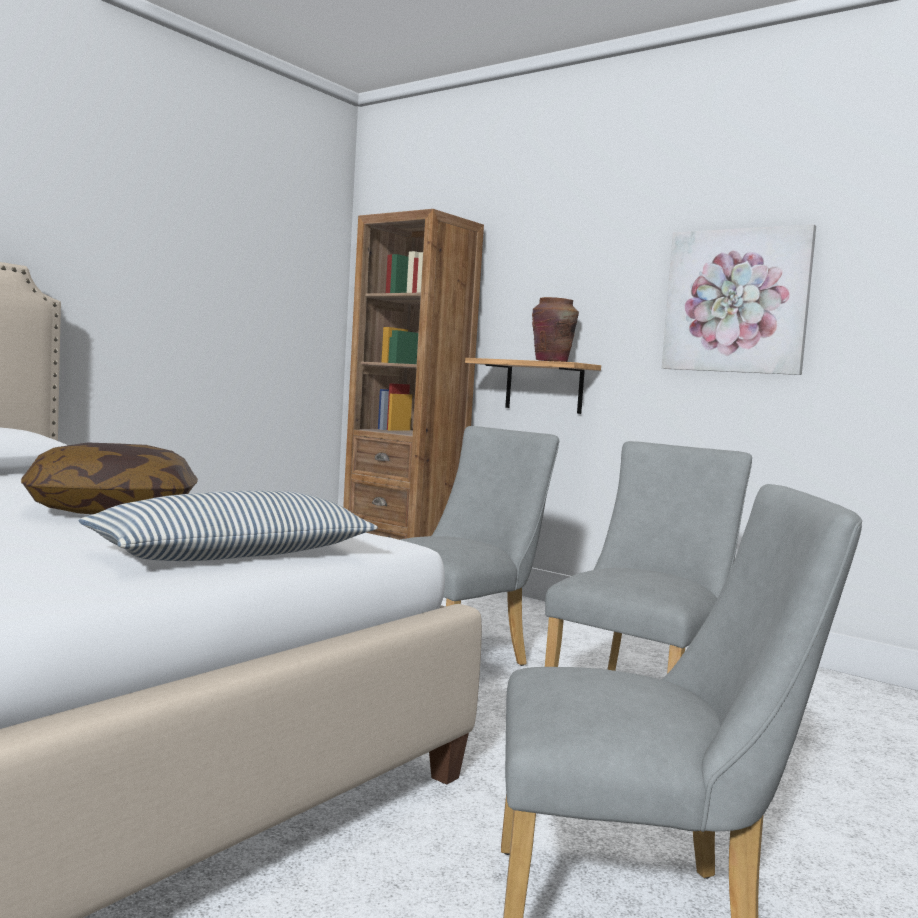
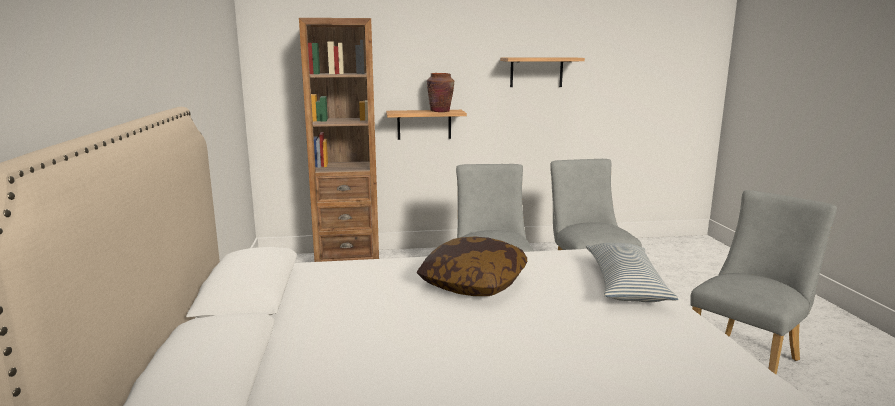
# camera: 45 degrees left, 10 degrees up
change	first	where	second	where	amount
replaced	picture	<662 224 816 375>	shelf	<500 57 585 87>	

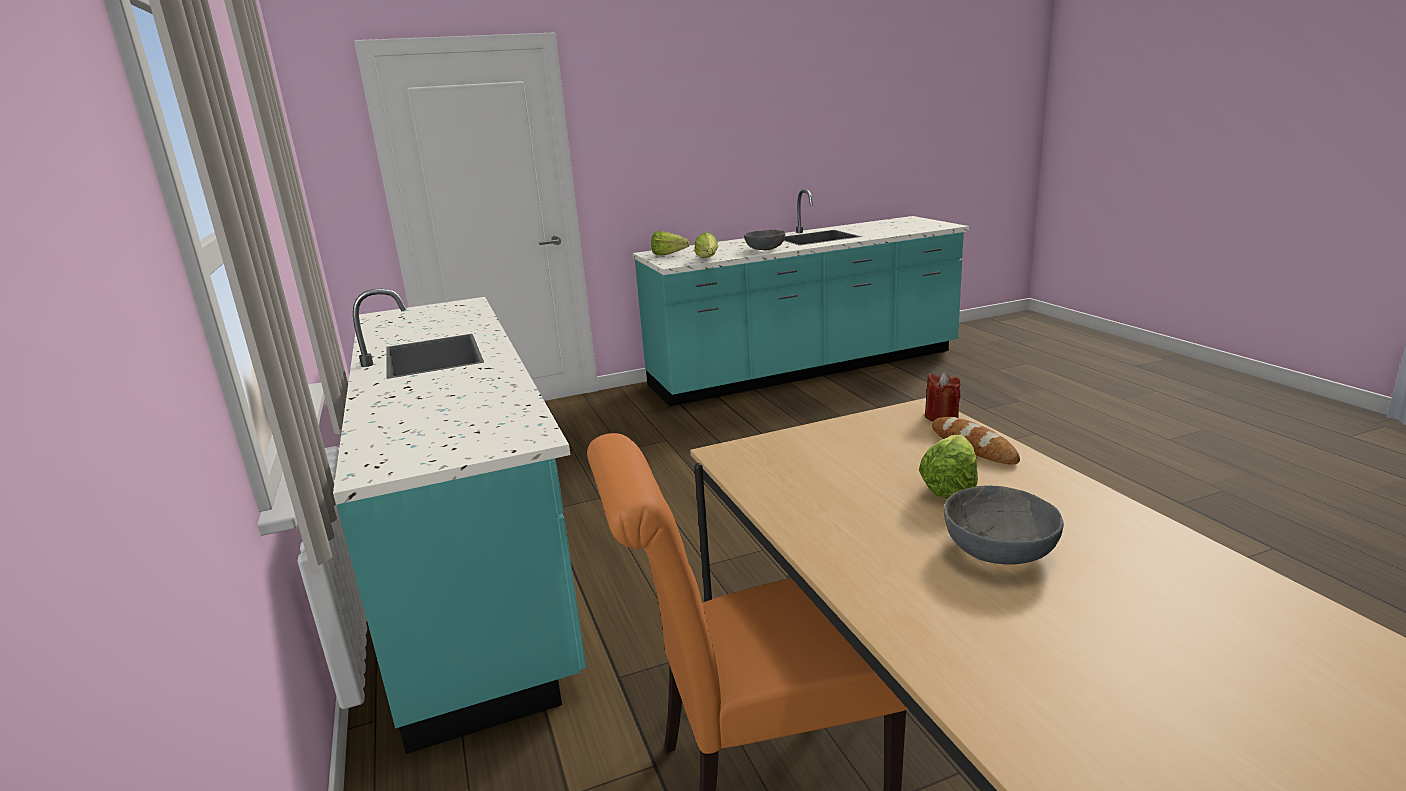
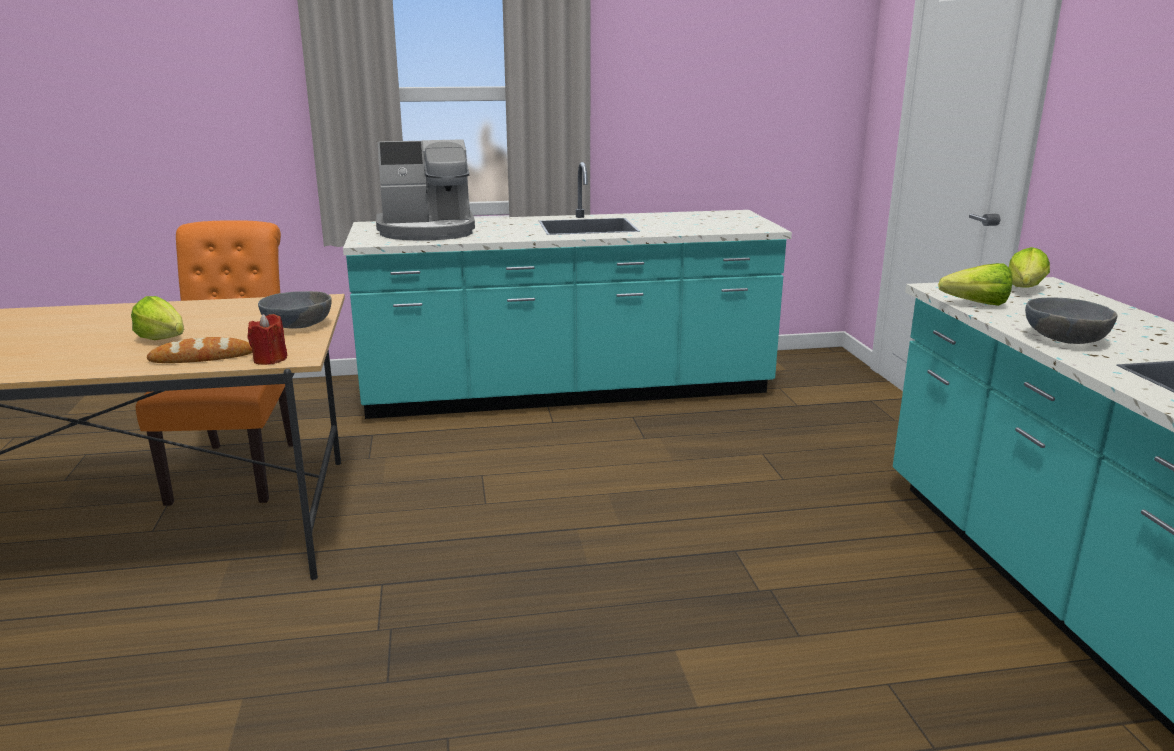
# camera: 100 degrees right, 0 degrees up
change	first	where	second	where	amount
added			coffee machine	<376 139 475 241>	
moved	bowl (grey)	<944 486 1064 565>		<258 291 332 329>	

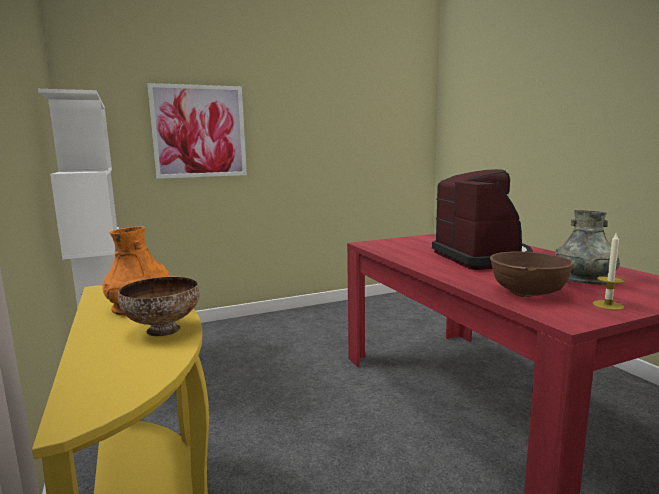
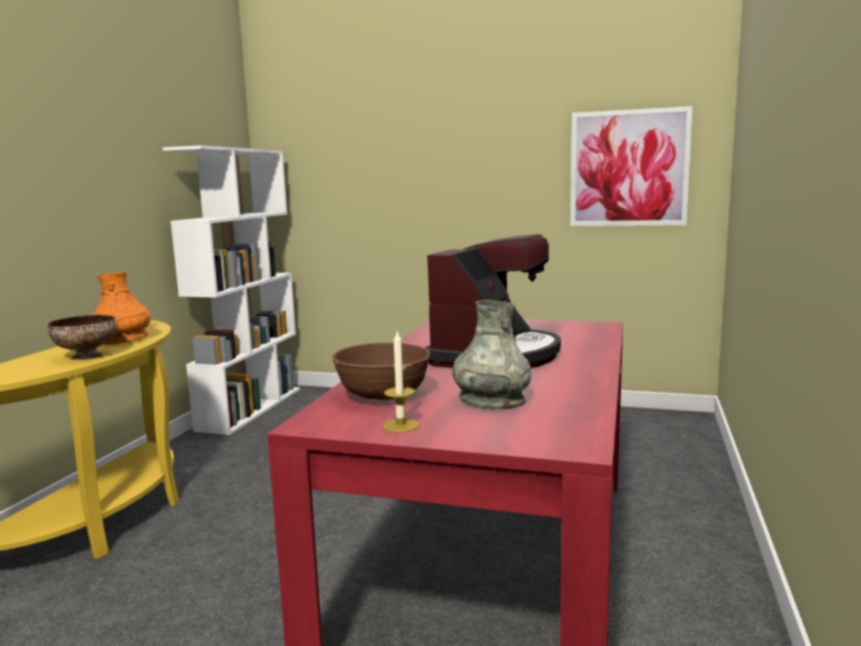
# camera: 40 degrees right, 0 degrees up
change	first	where	second	where	amount
moved	picture	<147 83 247 179>		<570 106 693 226>	

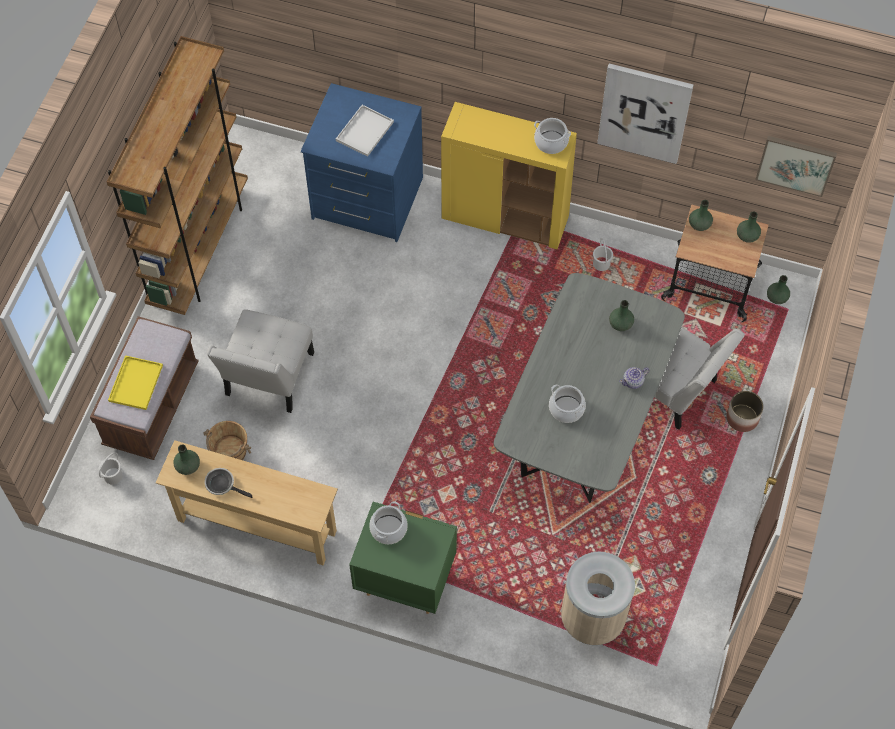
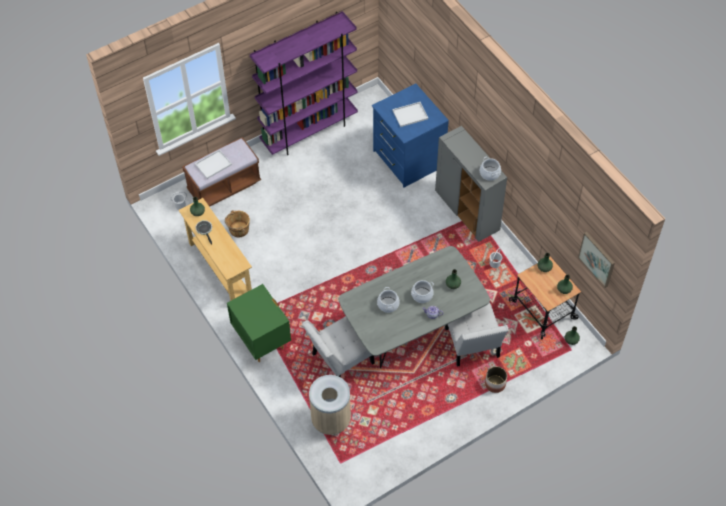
# camera: 40 degrees right, 5 degrees down
change	first	where	second	where	amount
removed	picture	<597 63 693 164>			
moved	chair (white)	<207 309 314 413>		<302 316 375 378>	
moved	cooking pot	<369 501 408 544>		<411 280 434 303>	
recoloured	bookcase (brown)	<106 36 248 315>	bookcase (purple)	<250 11 358 155>	
recoloured	tray (yellow)	<108 355 163 410>	tray (white)	<195 150 232 179>	
recoloured	cabinet (yellow)	<441 102 577 249>	cabinet (grey)	<435 126 507 242>	

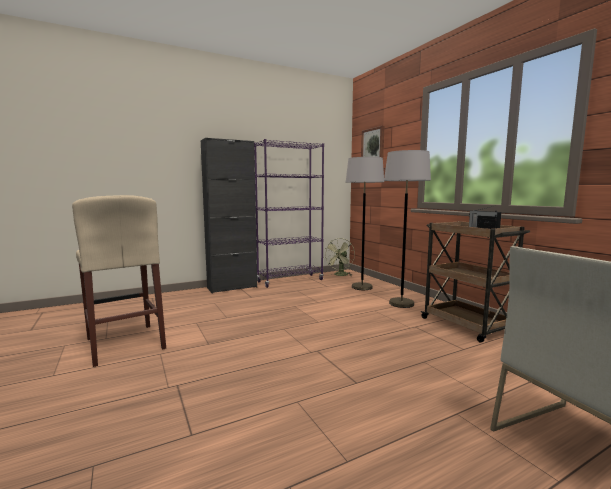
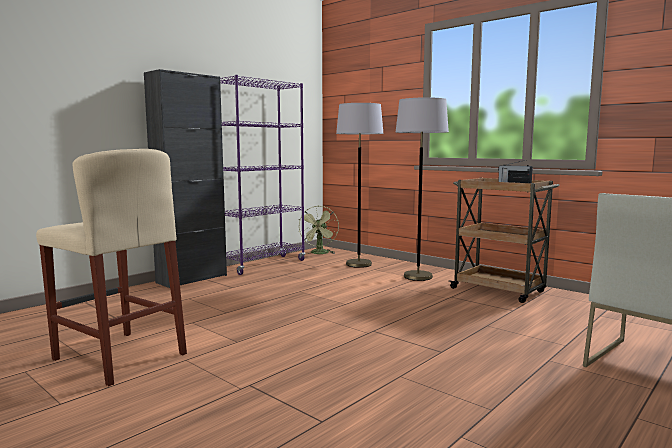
# camera: 20 degrees left, 0 degrees up
change	first	where	second	where	amount
removed	picture	<361 126 384 158>			

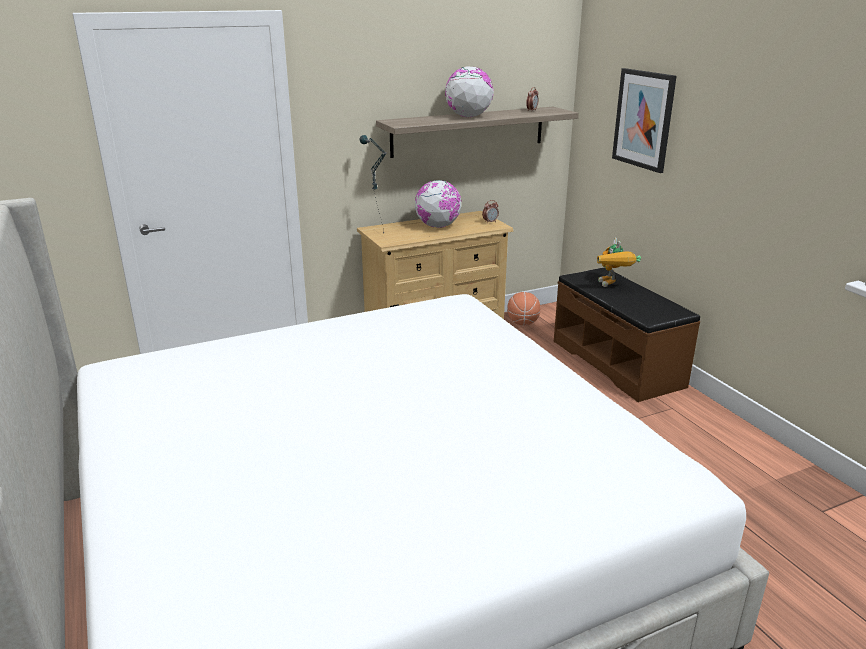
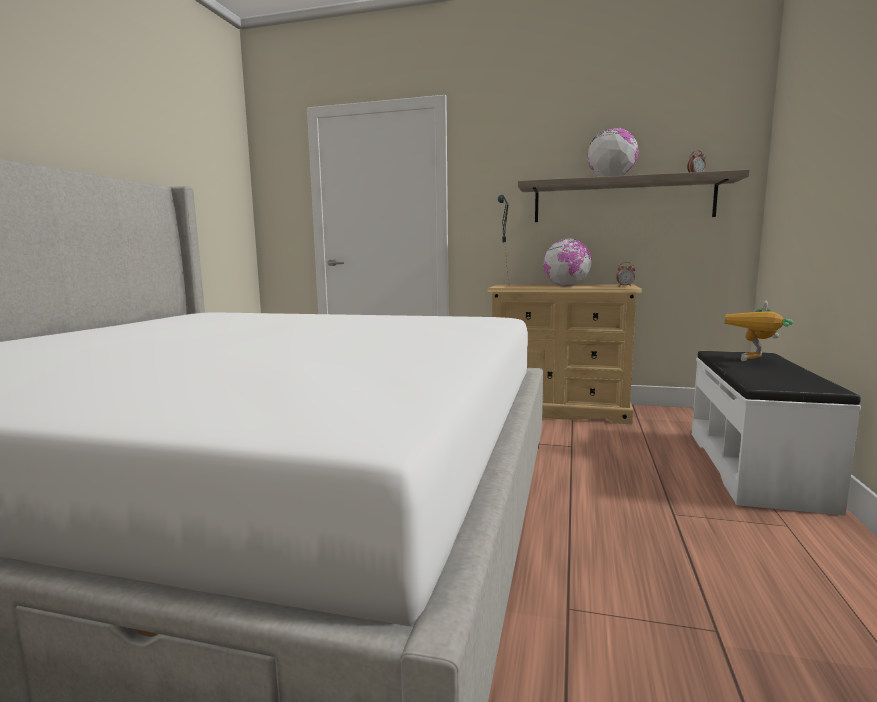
# camera: 40 degrees right, 15 degrees down
change	first	where	second	where	amount
removed	basketball	<507 292 541 325>			
removed	picture	<612 68 677 173>			
recoloured	bench (brown)	<554 267 700 402>	bench (white)	<692 351 861 516>	

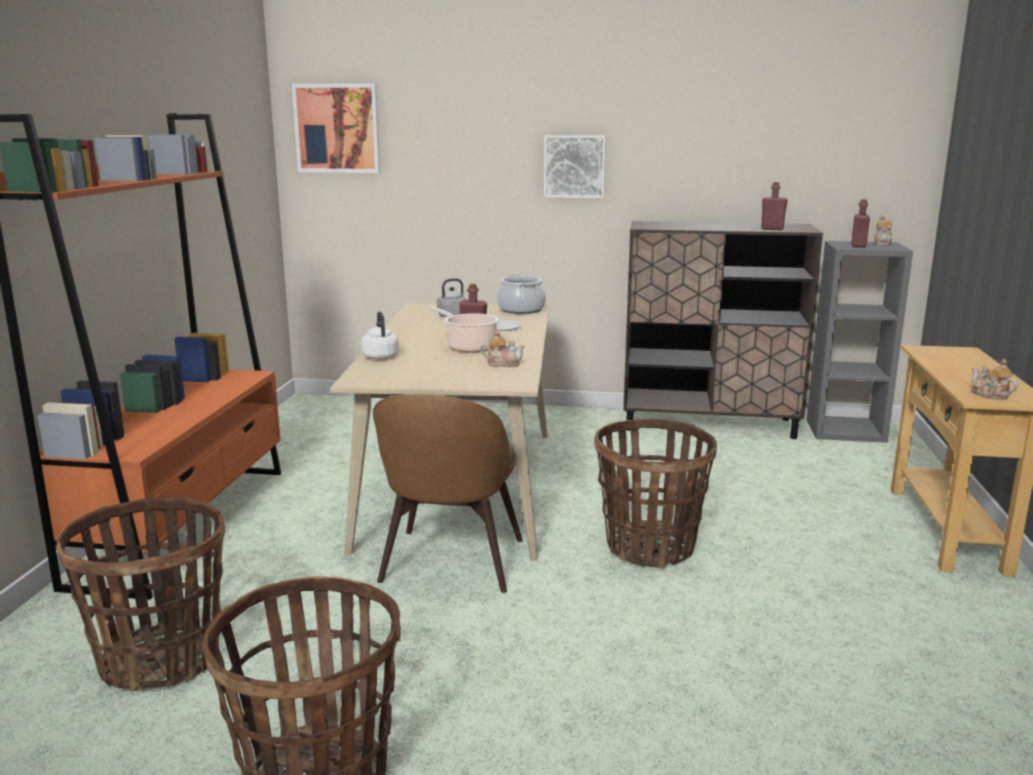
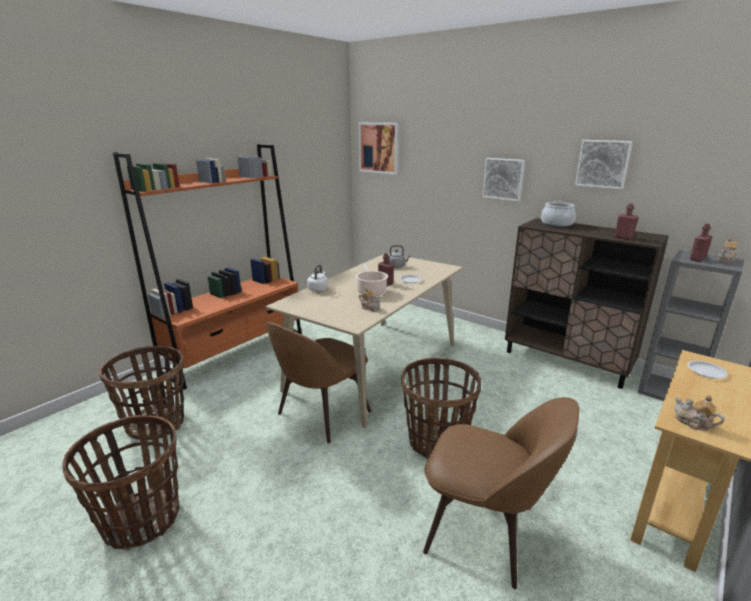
# camera: 30 degrees right, 5 degrees up
change	first	where	second	where	amount
added			chair (brown)	<423 397 579 589>	
added			picture	<575 140 633 189>	
added			plate (white)	<687 361 728 379>	
moved	cooking pot	<497 274 546 314>		<541 201 576 227>	
turned	teapot	<971 359 1018 400>		<675 395 725 431>	45 degrees counterclockwise

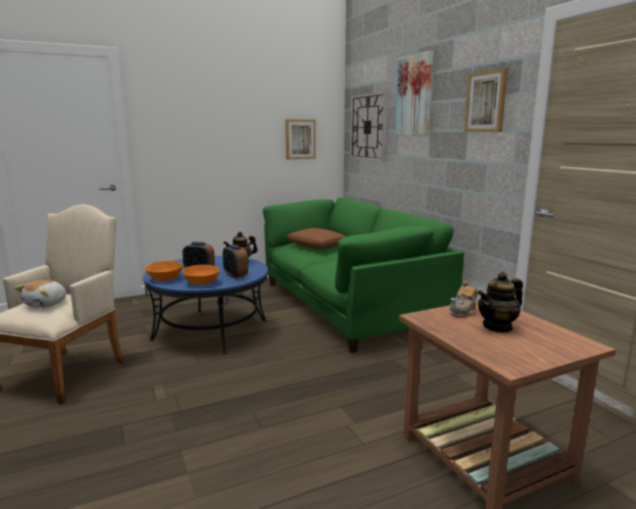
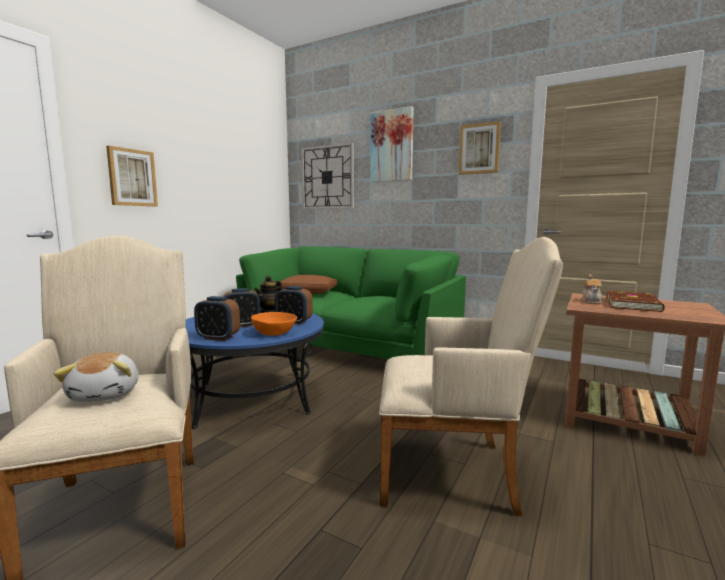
# camera: 35 degrees left, 5 degrees down
change	first	where	second	where	amount
added			armchair (beige)	<379 237 563 516>	
moved	picture	<285 119 316 159>		<106 146 158 206>	
replaced	bowl (orange)	<145 261 183 281>	alarm clock	<194 296 240 341>	
replaced	teapot	<477 272 523 333>	book (brown)	<606 291 665 312>	

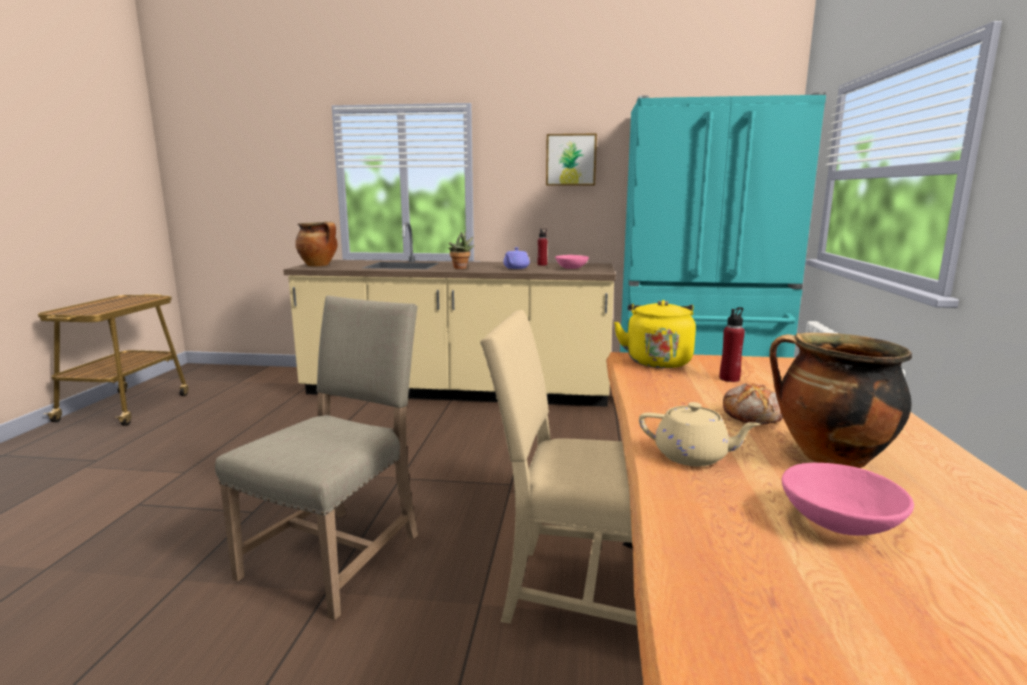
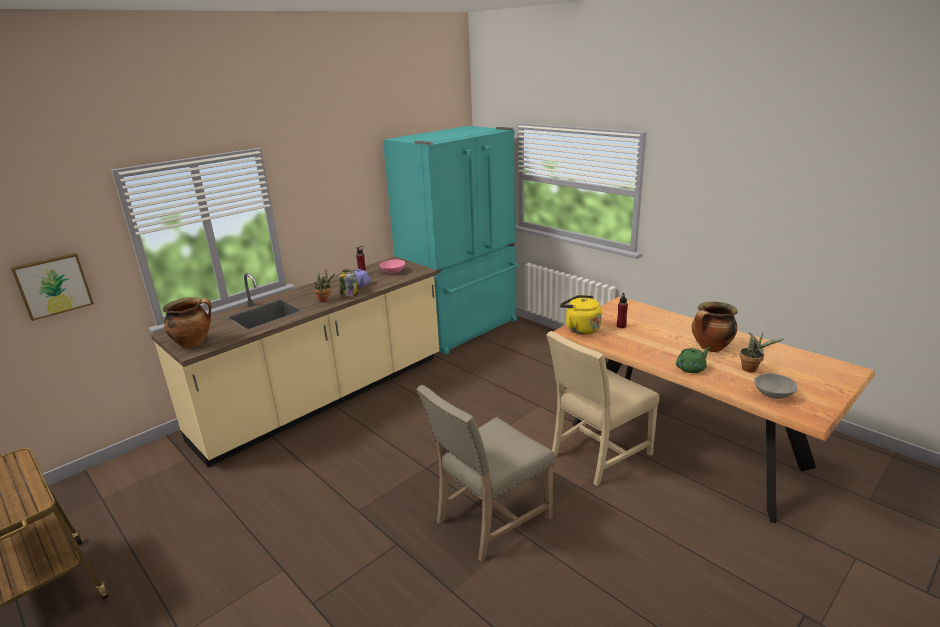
# camera: 50 degrees left, 10 degrees up
change	first	where	second	where	amount
removed	bread	<723 383 783 424>			
added			jar	<339 269 358 297>	
added			bowl (grey)	<754 373 797 399>	
moved	picture	<546 133 597 186>		<11 253 94 321>	
replaced	bowl (pink)	<782 463 914 536>	potted plant	<740 332 784 372>	
recoloured	teapot (beige)	<639 402 761 466>	teapot (green)	<676 347 710 373>	
turned	chair (beige)	<215 296 418 620>		<416 385 555 562>	105 degrees counterclockwise

